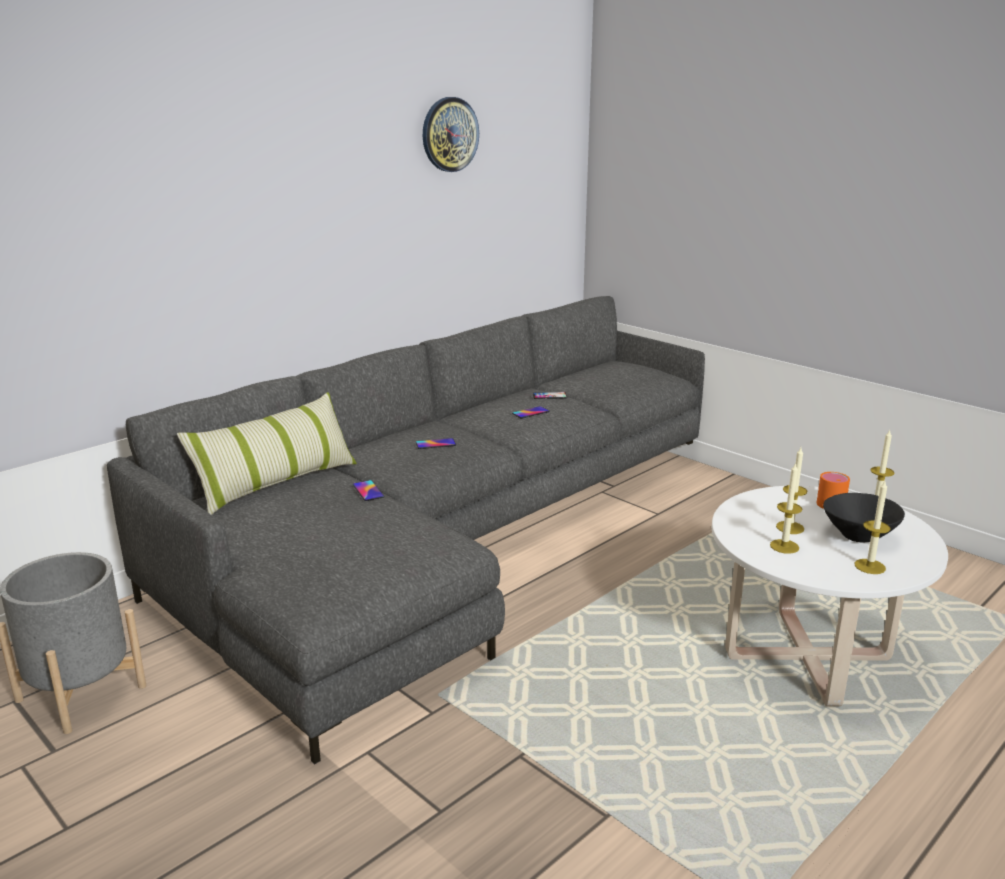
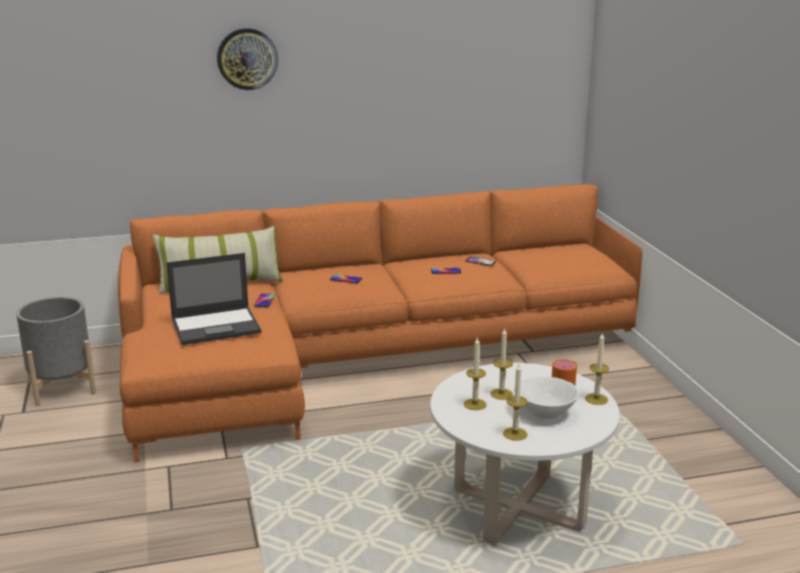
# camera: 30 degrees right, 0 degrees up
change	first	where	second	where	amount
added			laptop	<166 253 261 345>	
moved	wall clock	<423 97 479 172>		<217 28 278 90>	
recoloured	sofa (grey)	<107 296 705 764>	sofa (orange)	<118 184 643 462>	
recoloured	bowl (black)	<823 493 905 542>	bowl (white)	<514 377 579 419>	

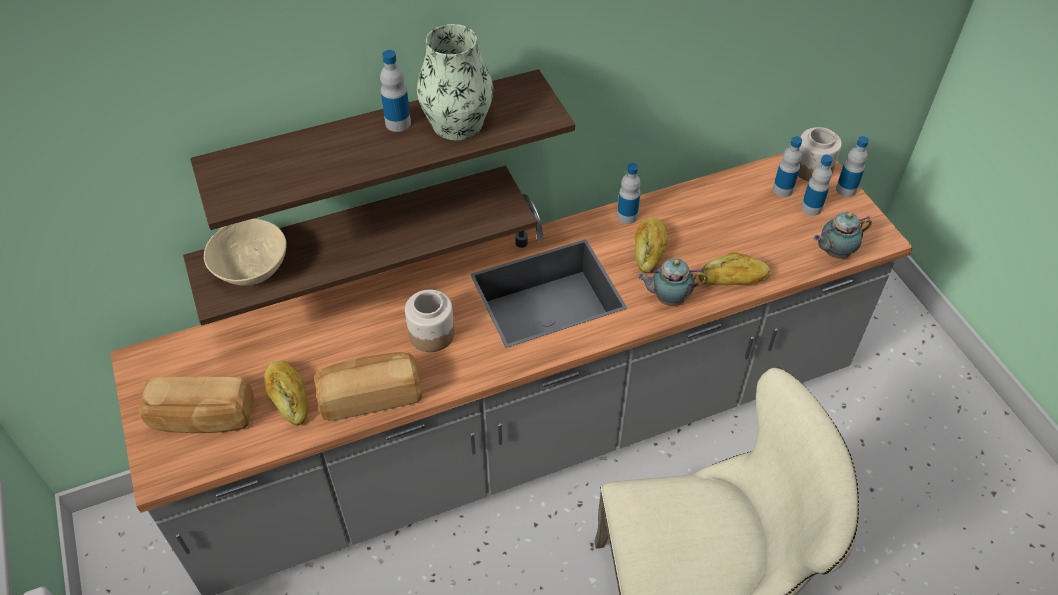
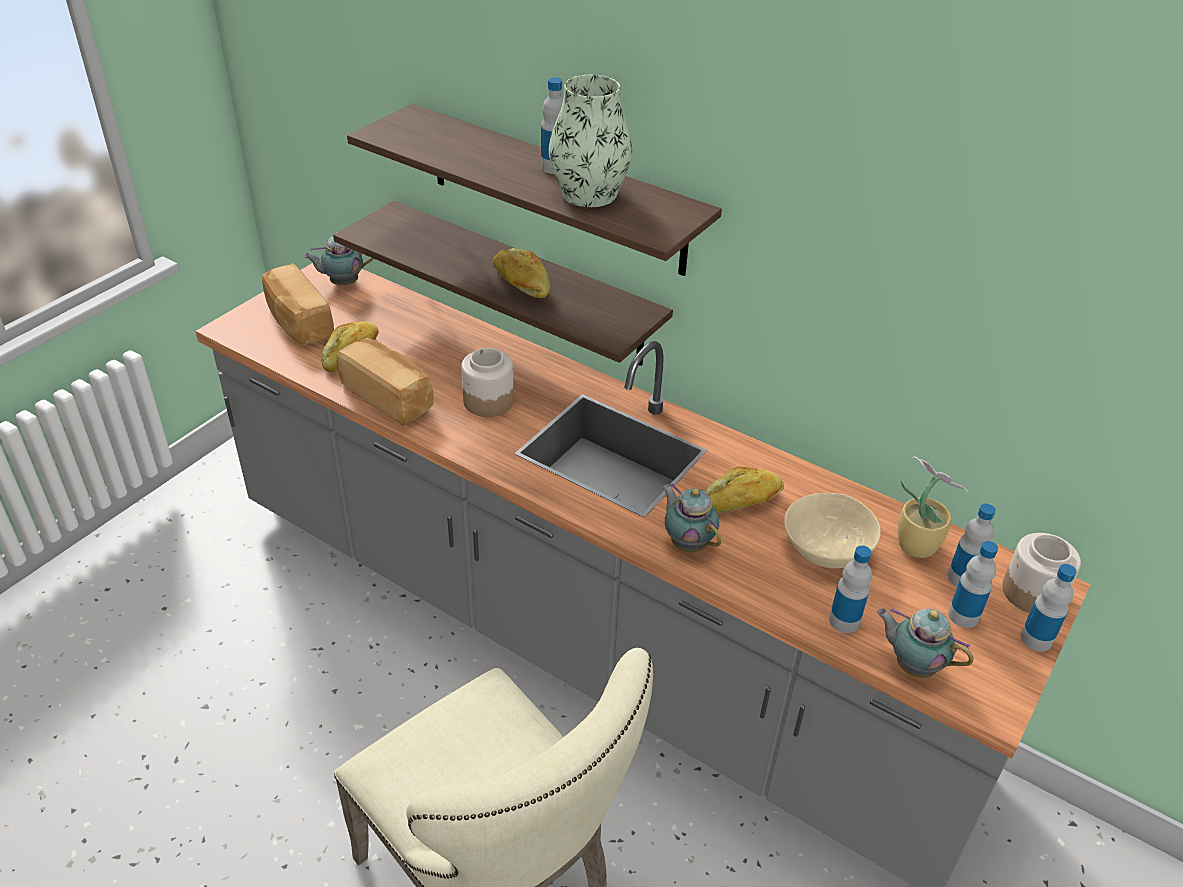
# camera: 55 degrees right, 10 degrees down
change	first	where	second	where	amount
added			teapot	<304 232 374 285>	
added			potted plant	<898 457 968 558>	
moved	bowl (beige)	<204 219 287 286>		<784 493 881 568>	
moved	bottle	<617 163 641 224>		<829 546 872 633>	
moved	bread	<699 252 771 286>		<493 248 550 298>	

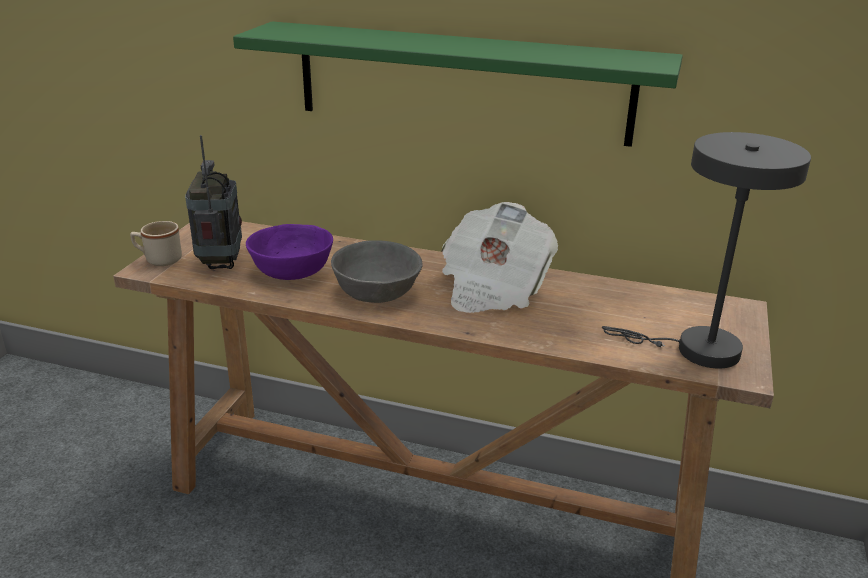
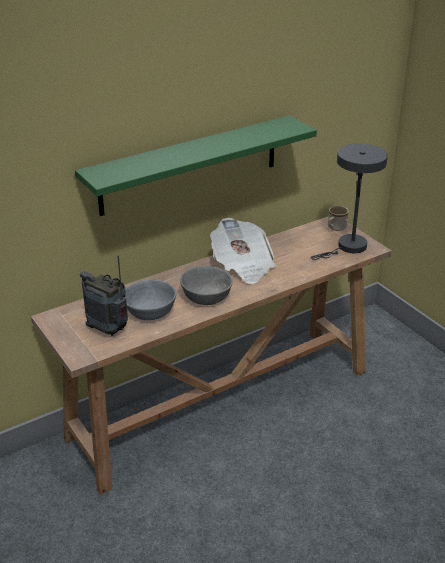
# camera: 50 degrees left, 5 degrees up
change	first	where	second	where	amount
moved	mug (beige)	<130 221 182 266>		<328 206 349 231>	
recoloured	bowl (purple)	<246 224 333 280>	bowl (grey)	<125 280 176 320>	

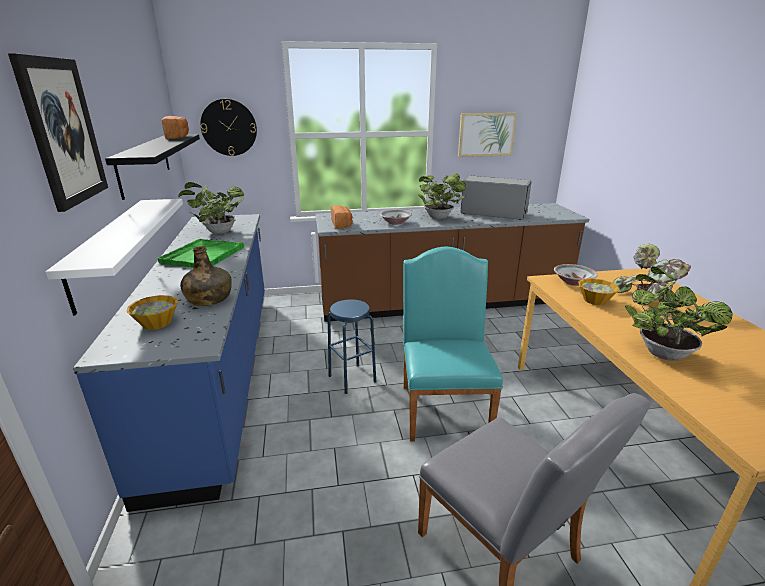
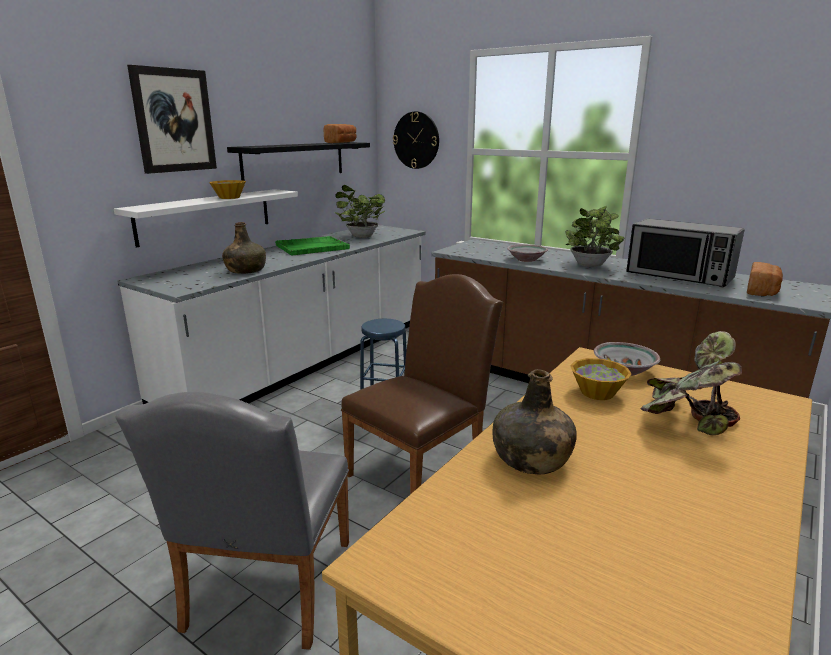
# camera: 45 degrees right, 5 degrees down
change	first	where	second	where	amount
removed	picture	<458 113 517 157>			
moved	bowl	<127 295 178 330>		<209 180 246 199>	
moved	bread	<331 206 353 229>		<747 262 783 296>	
replaced	potted plant	<625 266 733 361>	bottle (green)	<492 369 577 474>	
recoloured	counter (blue)	<73 214 265 512>	counter (white)	<117 225 425 404>	
recoloured	chair (turquoise)	<403 247 503 442>	chair (brown)	<341 274 503 494>	
turned	microwave	<460 176 532 220>		<626 219 745 287>	150 degrees clockwise

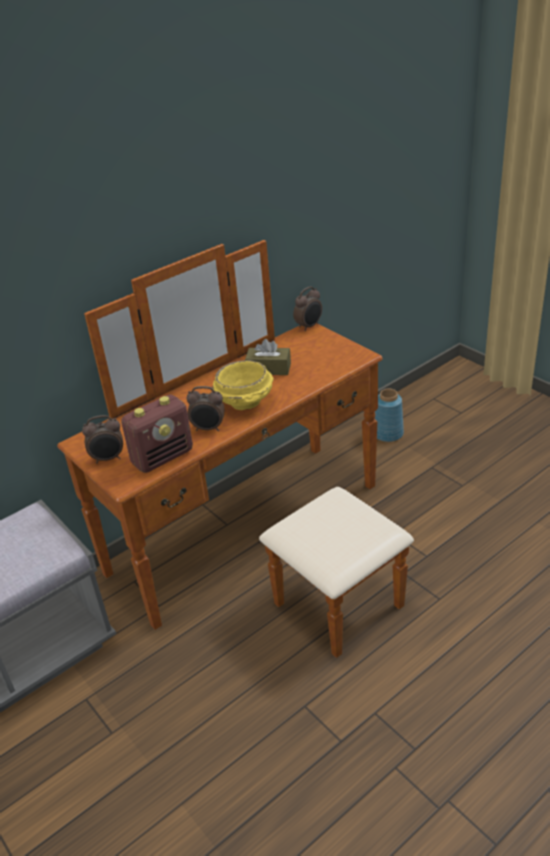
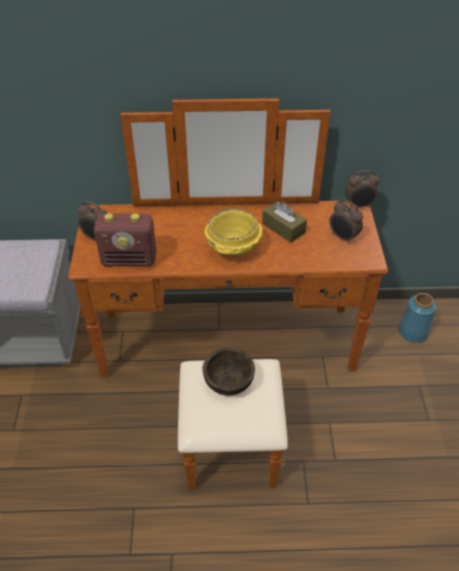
# camera: 35 degrees right, 10 degrees up
change	first	where	second	where	amount
added			bowl (brown)	<202 348 255 395>	
moved	alarm clock	<187 386 225 431>		<329 200 363 244>	

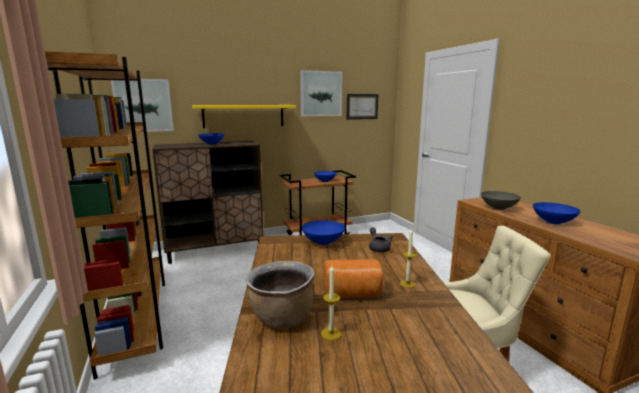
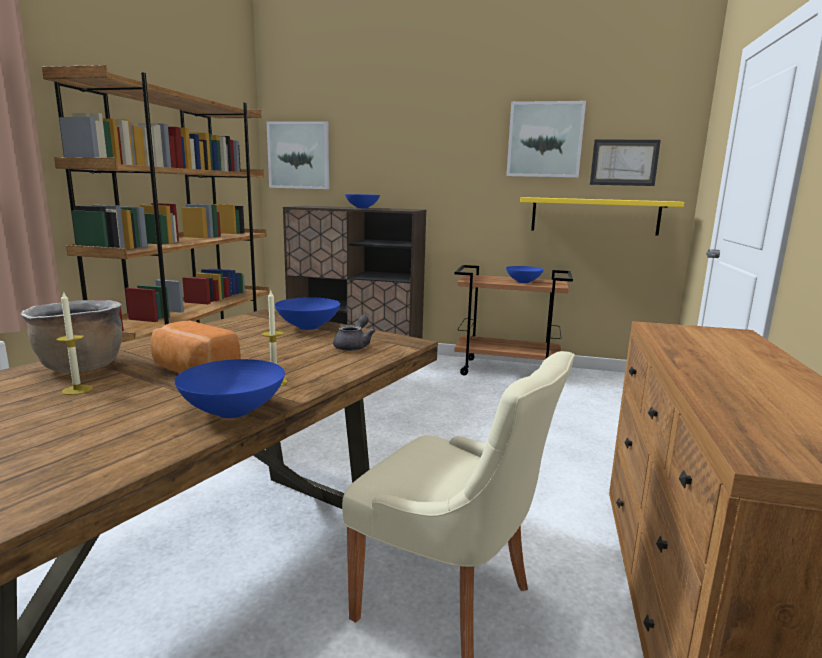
# camera: 35 degrees right, 0 degrees up
change	first	where	second	where	amount
removed	bowl (grey)	<481 191 521 210>			
moved	shelf (yellow)	<192 105 296 128>		<520 197 684 236>	
moved	bowl (blue)	<533 202 581 224>		<174 359 285 418>	

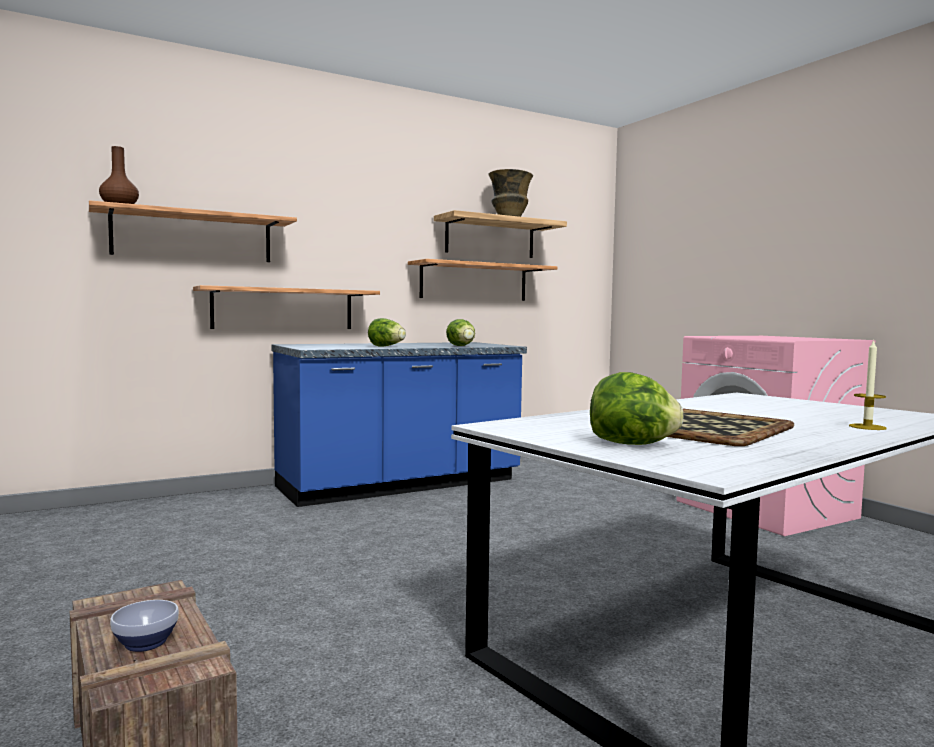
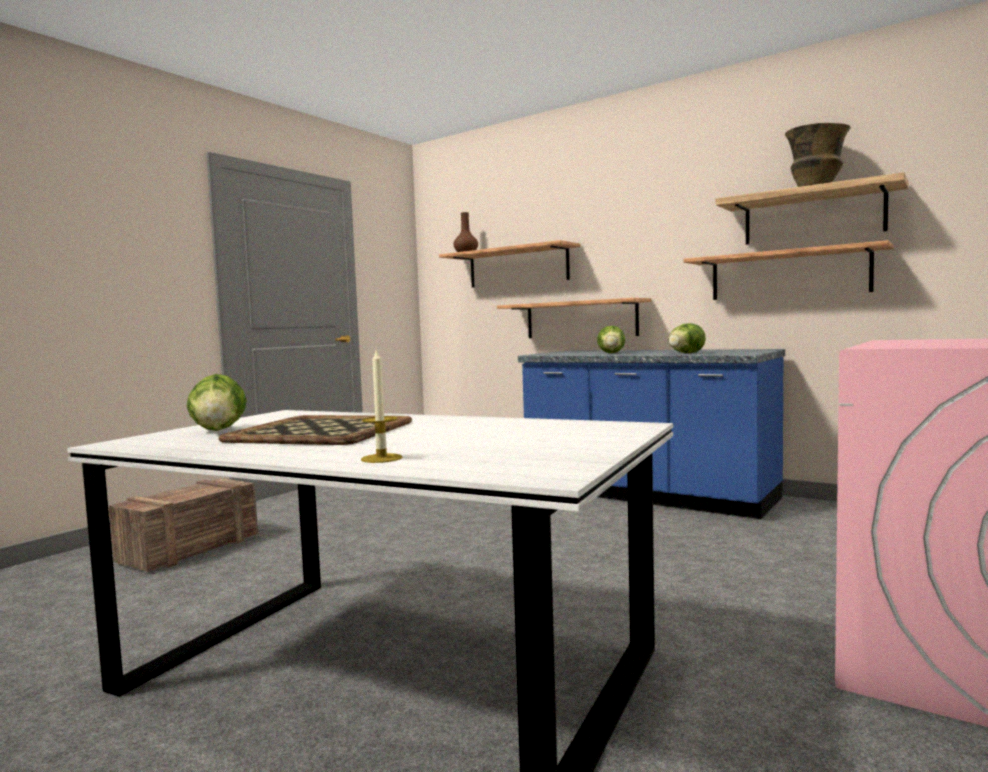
# camera: 65 degrees right, 0 degrees up
change	first	where	second	where	amount
removed	bowl	<110 600 179 652>			

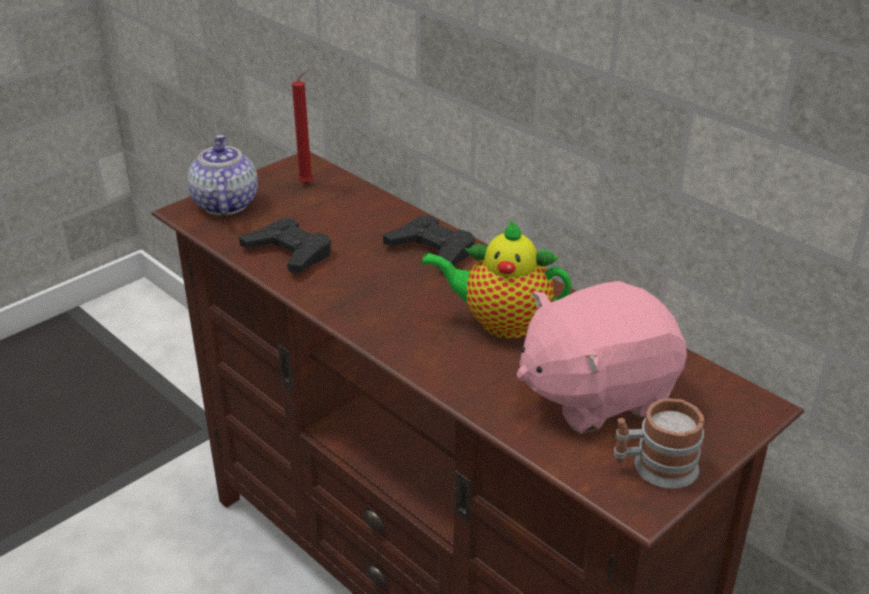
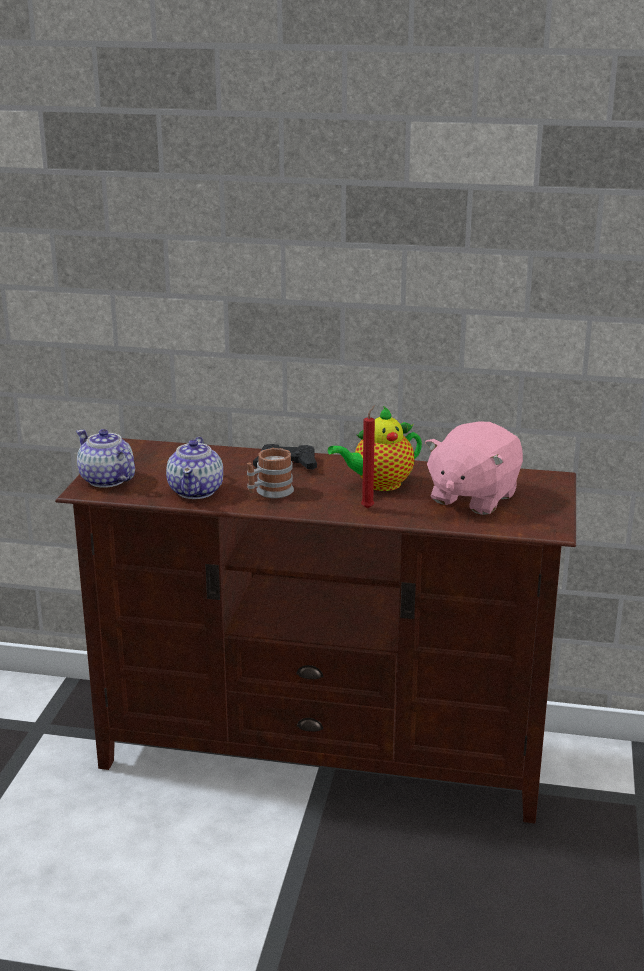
# camera: 35 degrees left, 10 degrees down
change	first	where	second	where	amount
moved	candle (red)	<292 69 313 184>		<361 405 375 508>	
moved	mug	<613 399 704 489>		<247 448 294 498>	
replaced	game controller (black)	<239 217 331 273>	teapot	<166 437 223 499>	

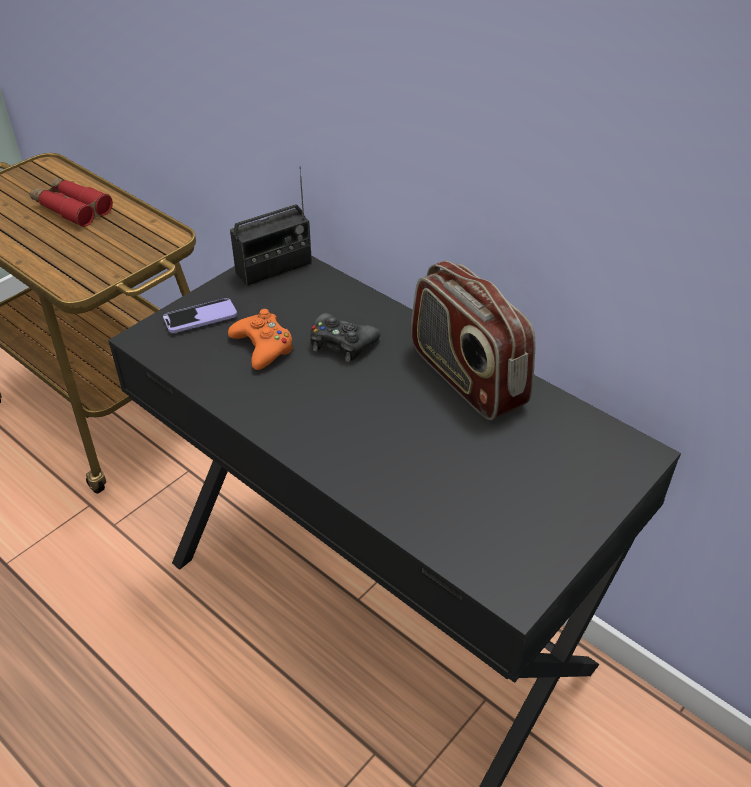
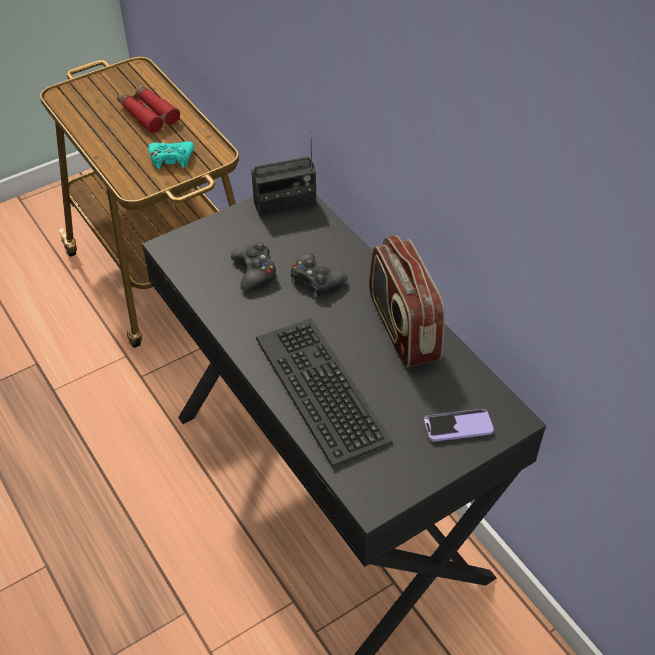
# camera: 15 degrees right, 5 degrees up
change	first	where	second	where	amount
added			game controller (turquoise)	<148 141 194 169>	
added			keyboard	<256 318 393 468>	
moved	phone	<163 298 237 333>		<424 409 494 442>	
recoloured	game controller (orange)	<228 309 294 370>	game controller (black)	<231 242 277 291>	

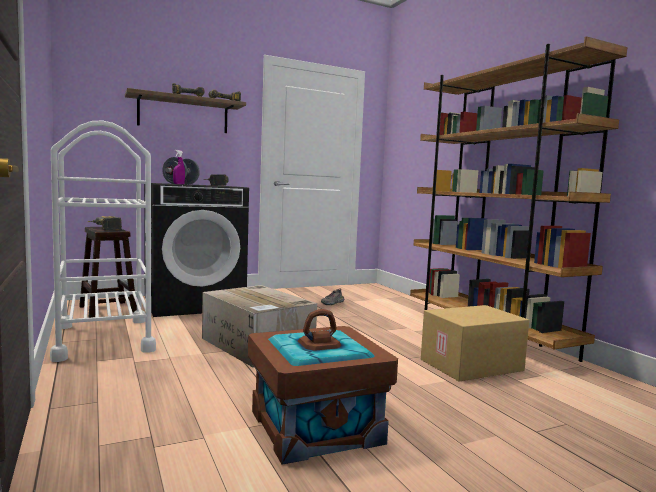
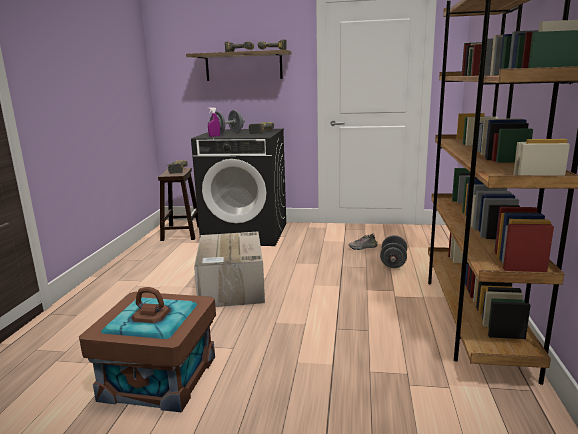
# camera: 35 degrees right, 10 degrees up
change	first	where	second	where	amount
removed	cart (white)	<50 120 156 362>			
removed	cardboard box	<421 305 529 382>			
added			dumbbell (grey)	<380 235 407 268>	

